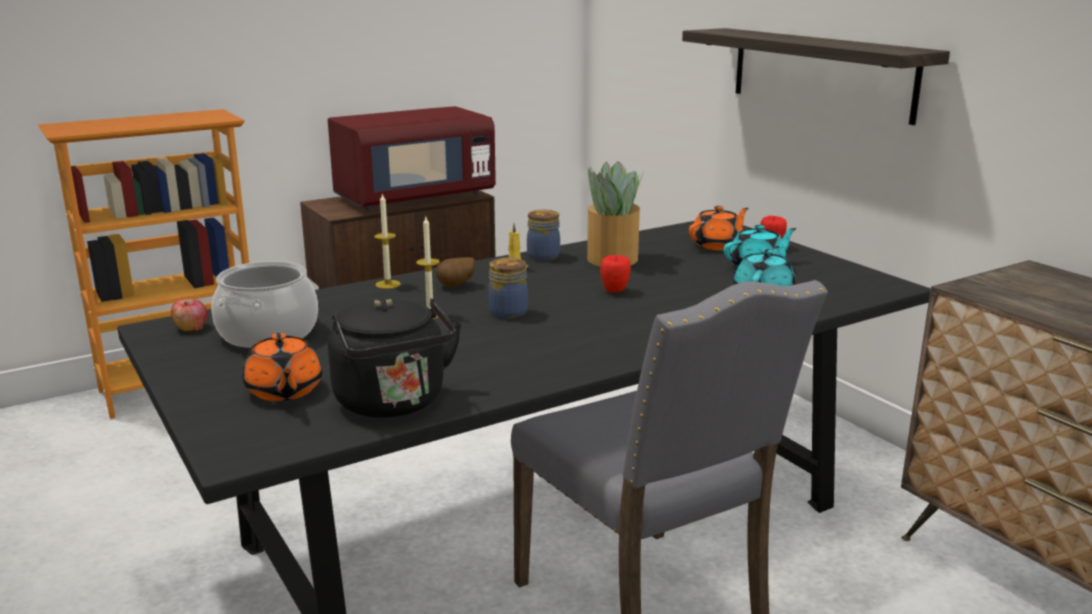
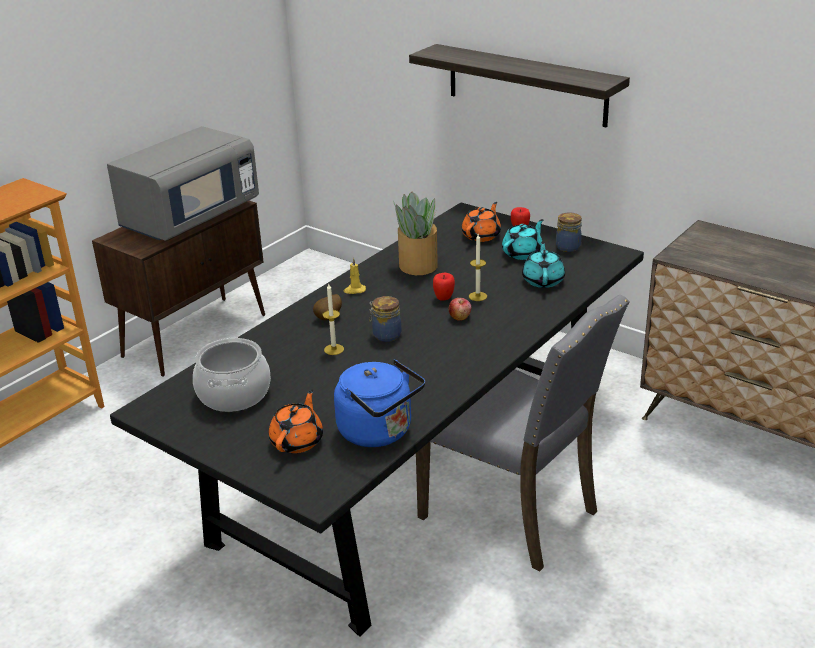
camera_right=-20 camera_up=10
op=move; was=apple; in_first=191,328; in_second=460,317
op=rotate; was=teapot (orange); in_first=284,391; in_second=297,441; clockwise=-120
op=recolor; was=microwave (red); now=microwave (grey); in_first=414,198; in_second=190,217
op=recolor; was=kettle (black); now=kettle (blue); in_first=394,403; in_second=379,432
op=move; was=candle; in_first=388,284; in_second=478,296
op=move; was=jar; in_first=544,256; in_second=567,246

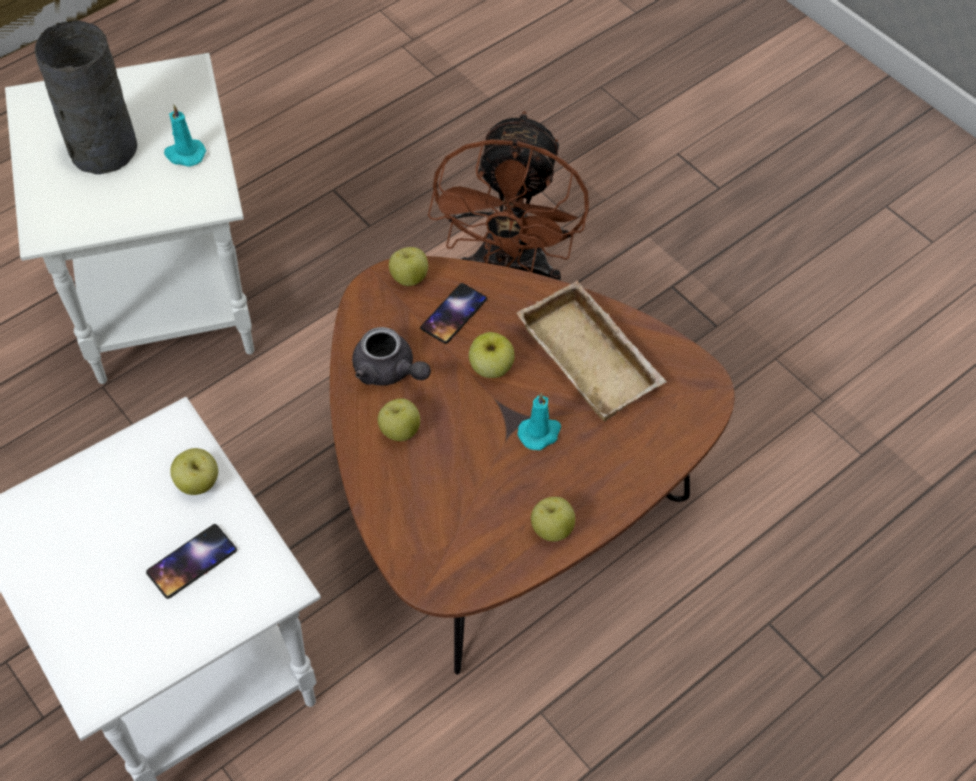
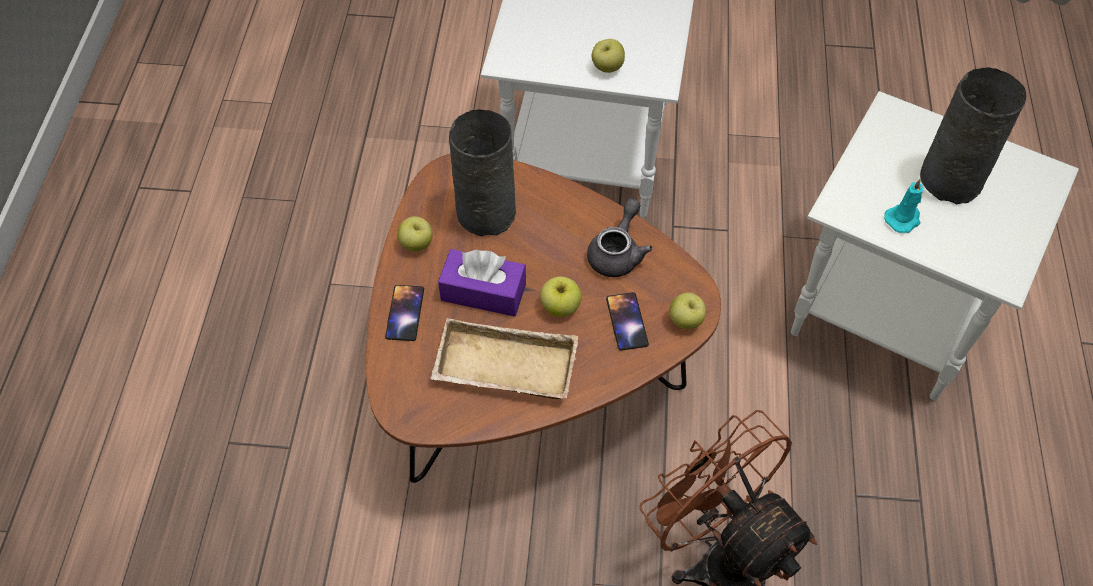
camera_right=135 camera_up=0
op=move; was=phone; in_first=192,561; in_second=404,313
op=rotate; was=teapot (grey); in_first=389,371; in_second=618,252; clockwise=120
op=delete; was=apple; in_first=400,431
op=replace; was=candle (turquoise); now=tissue box (purple); in_first=540,433; in_second=483,292
op=insert; now=vase (grey); in_second=486,212

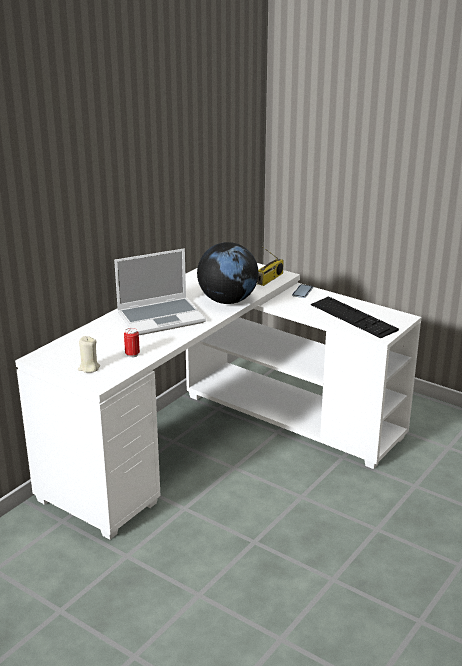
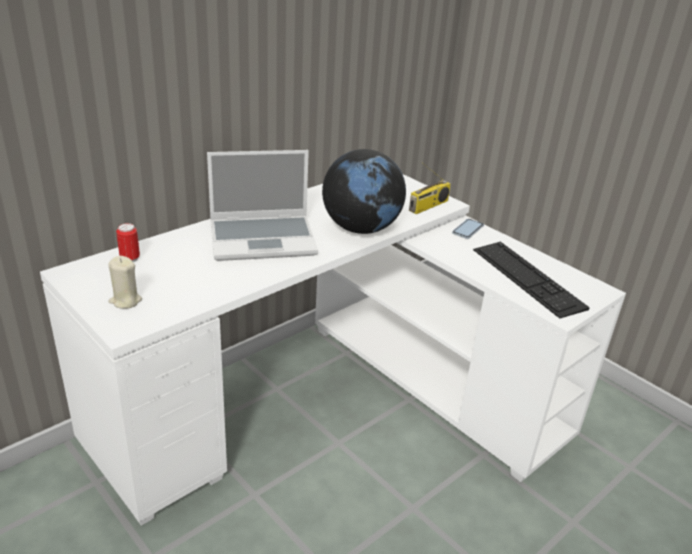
camera_right=10 camera_up=5
op=move; was=can; in_first=132,354; in_second=130,259

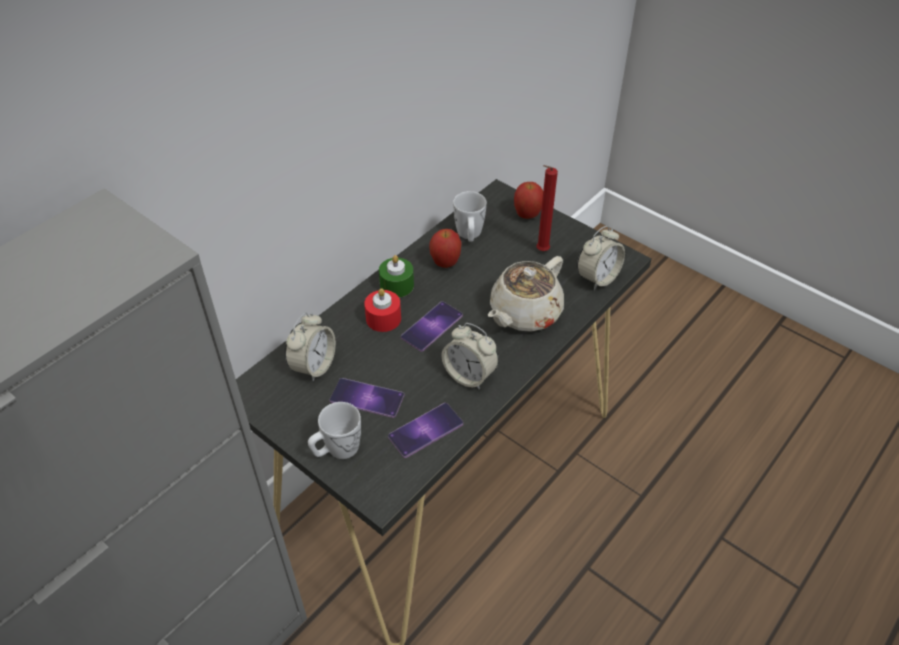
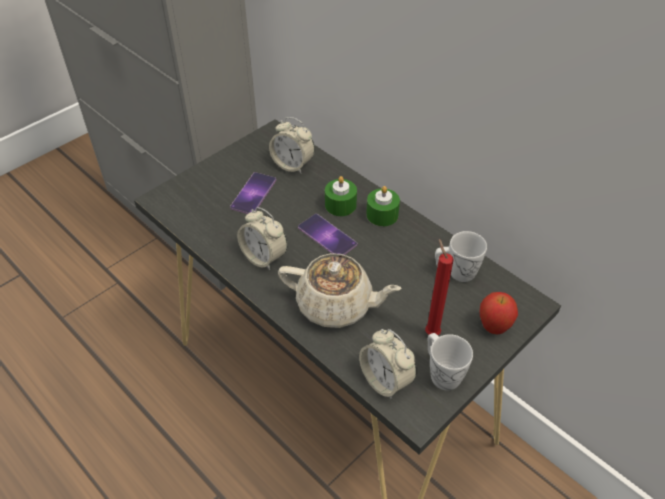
camera_right=95 camera_up=0
op=move; was=mug (white); in_first=337,450; in_second=441,372
op=recolor; was=candle (red); now=candle (green); in_first=383,318; in_second=340,205
op=delete; was=phone; in_first=425,430
op=delete; was=apple; in_first=445,263
op=rotate; was=alarm clock; in_first=469,375; in_second=264,257; clockwise=-90
op=rotate; was=teapot (beige); in_first=524,313; in_second=336,305; clockwise=150

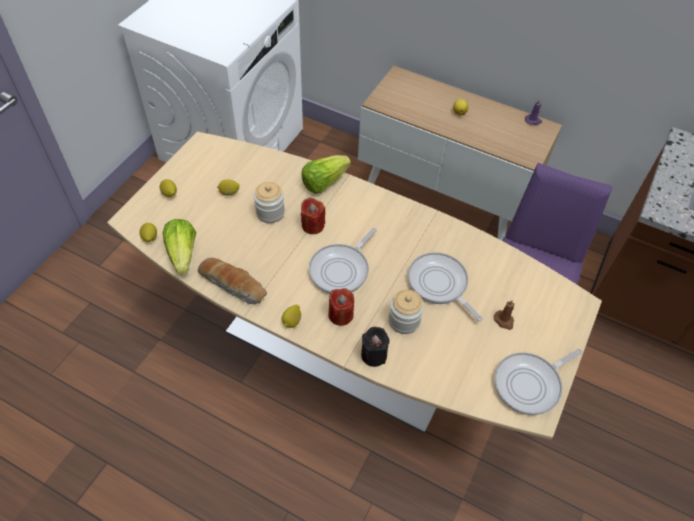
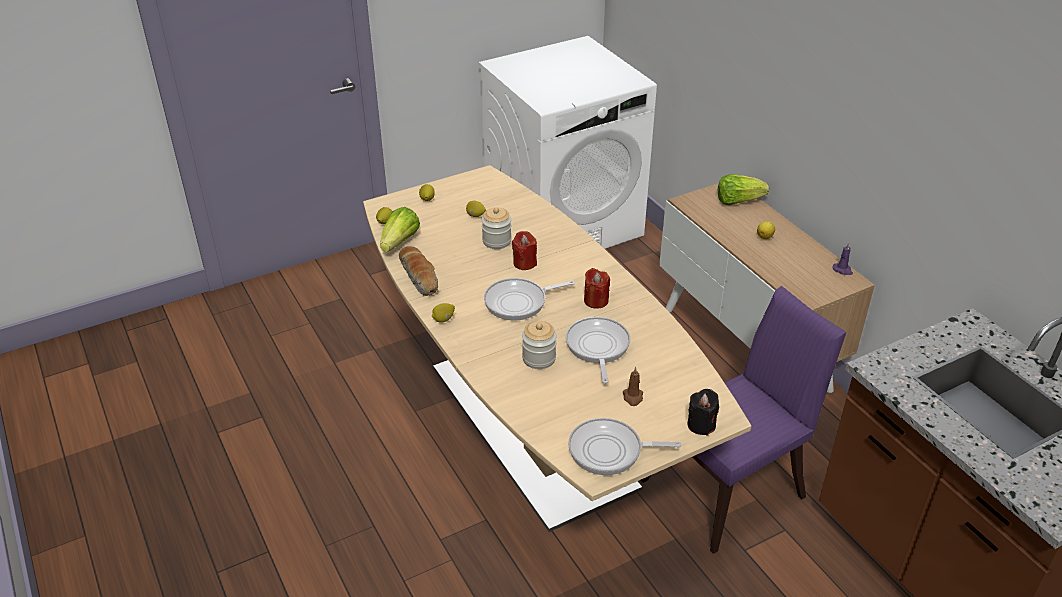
camera_right=35 camera_up=-15
op=move; was=lettuce; in_first=324,182; in_second=738,201
op=move; was=candle (red); in_first=340,315; in_second=596,300
op=move; was=candle (black); in_first=373,355; in_second=701,425

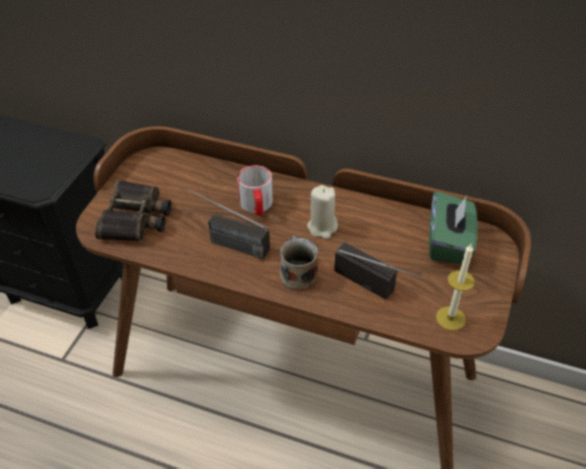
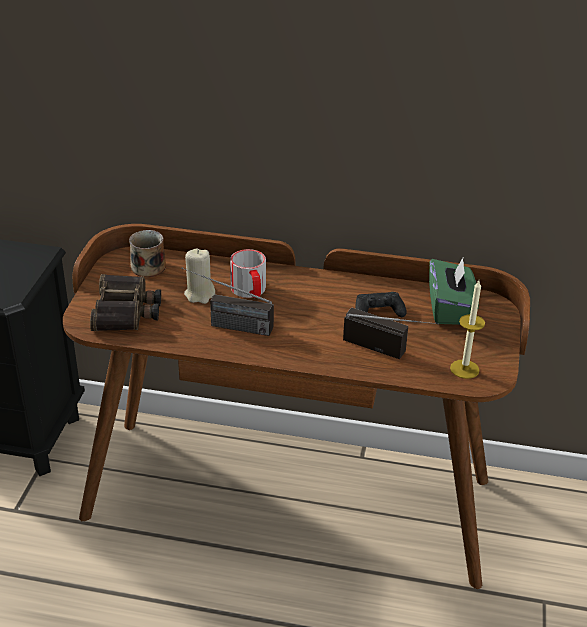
camera_right=-10 camera_up=-10
op=move; was=mug; in_first=297,273; in_second=147,266
op=move; was=candle (beige); in_first=322,227; in_second=200,294
op=insert; now=game controller (black); in_second=378,311

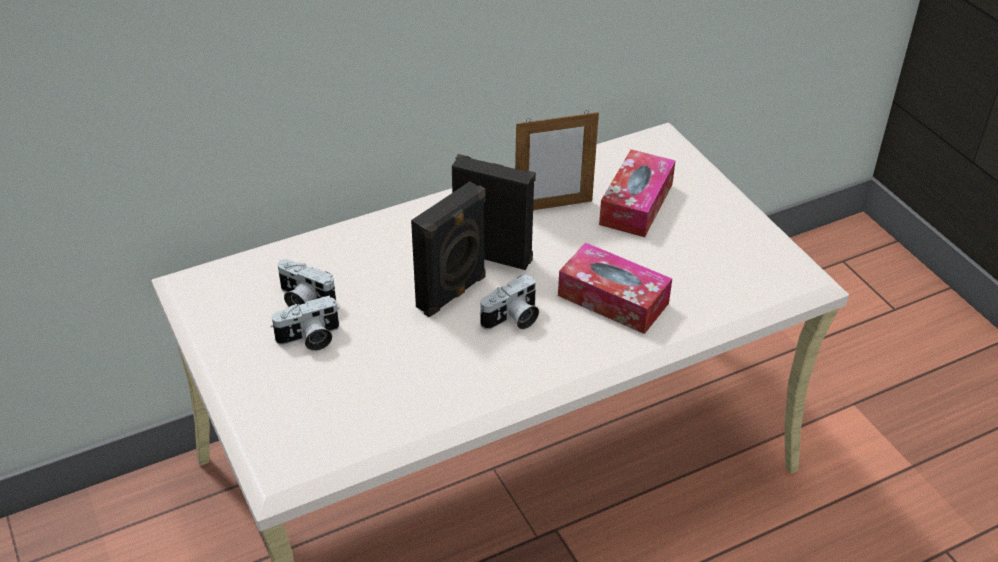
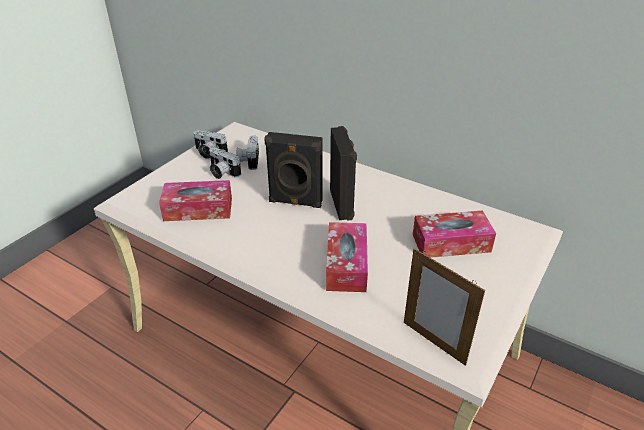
camera_right=60 camera_up=-5
op=move; was=photo camera; in_first=512,319; in_second=209,153
op=move; was=picture frame; in_first=553,206; in_second=433,342
op=insert; now=tissue box; in_second=198,209

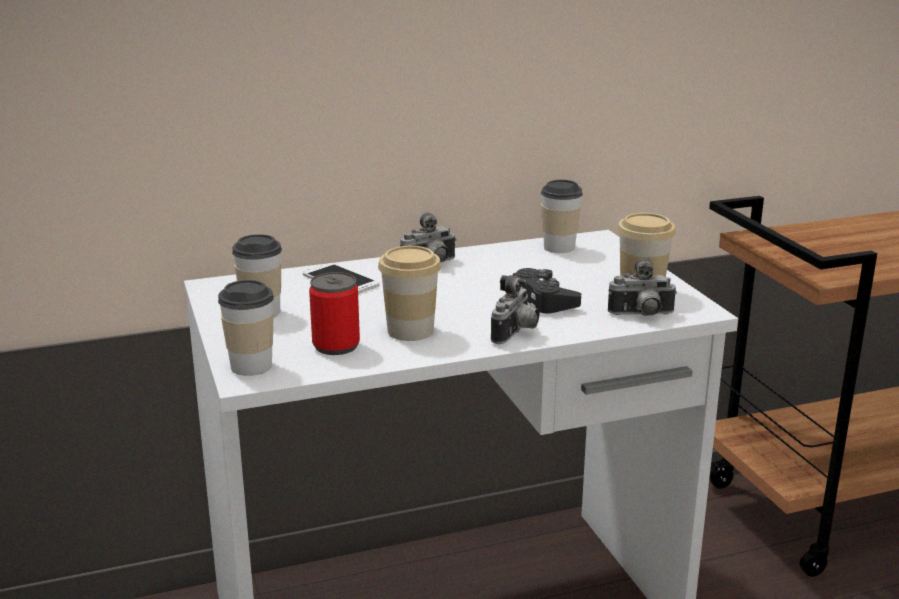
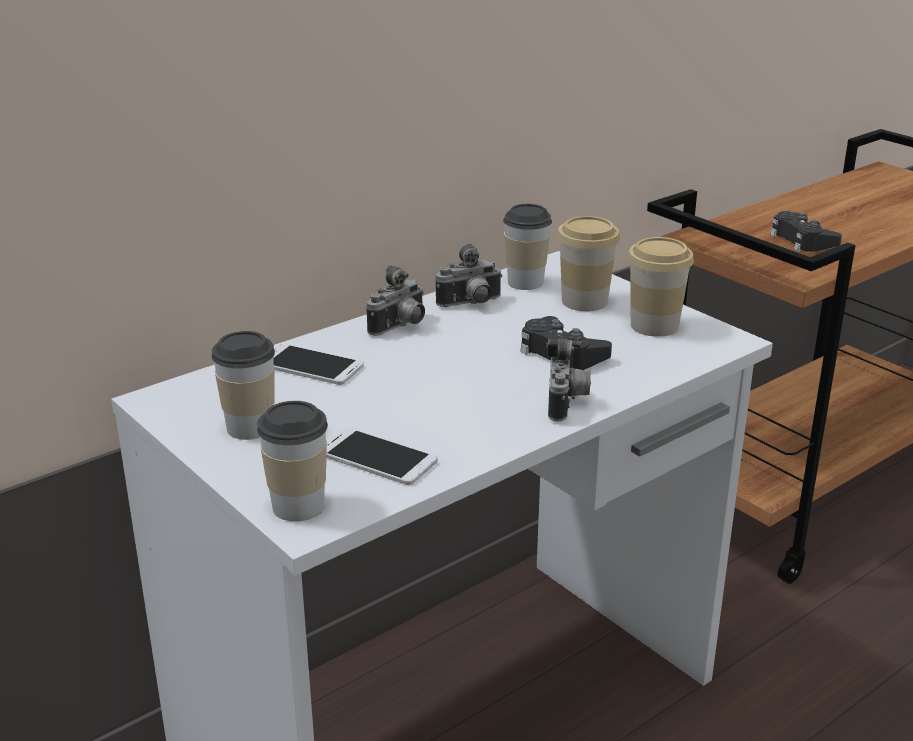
camera_right=-20 camera_up=5
op=replace; was=can; now=phone; in_first=336,346; in_second=378,458
op=move; was=cup; in_first=410,331; in_second=584,301
op=move; was=photo camera; in_first=641,315; in_second=471,304
op=insert; now=game controller (black); in_second=802,240

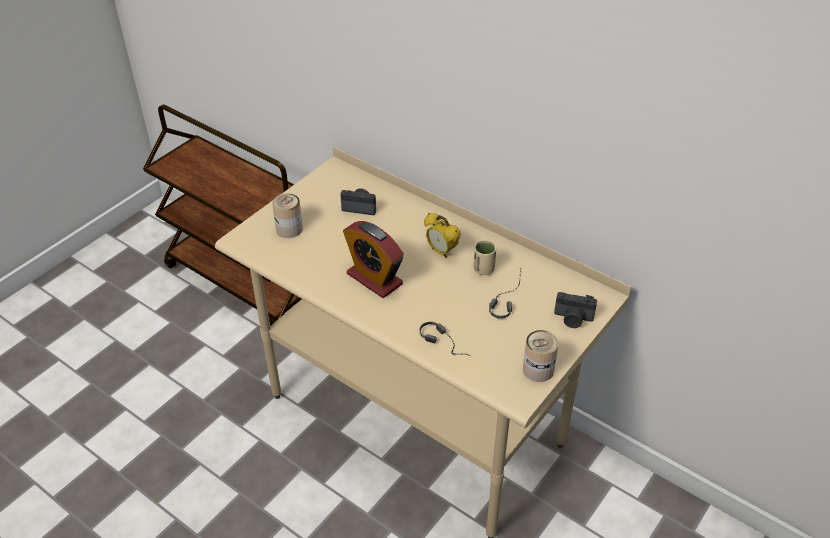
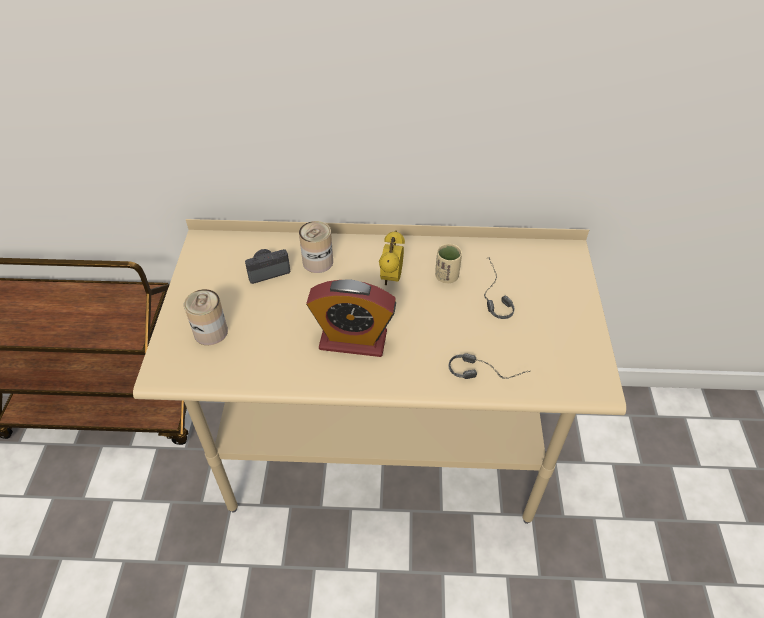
camera_right=-35 camera_up=5
op=rotate; was=alarm clock; in_first=441,251; in_second=391,278; clockwise=90
op=move; was=can; in_first=538,369; in_second=318,262
op=delete; was=photo camera; in_first=573,319

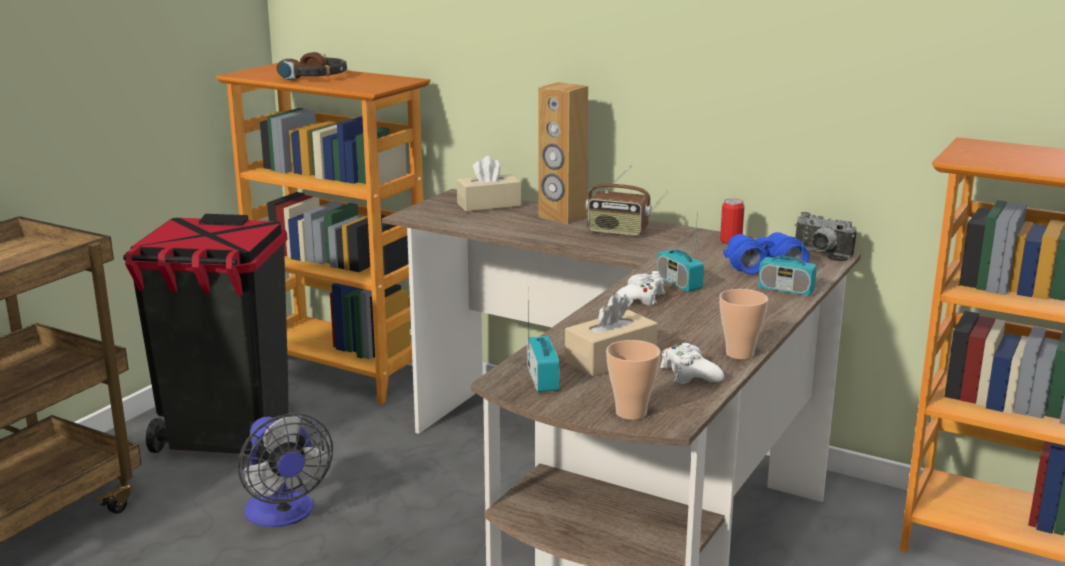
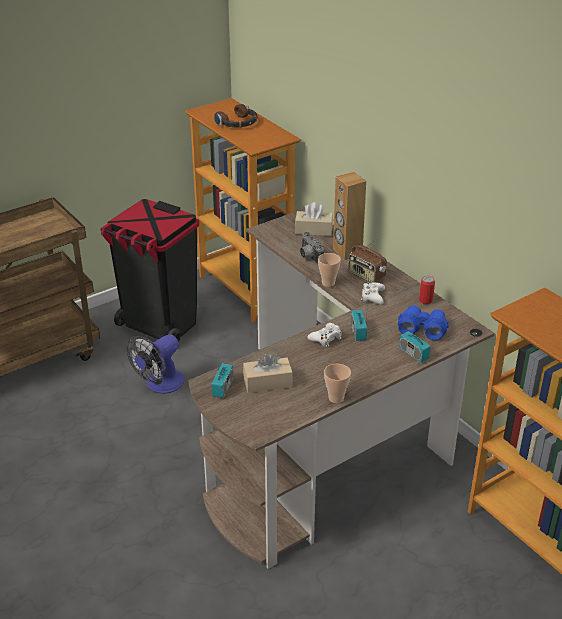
camera_right=25 camera_up=15
op=rotate; was=fan; in_first=283,515; in_second=160,385; clockwise=45
op=move; was=cup; in_first=631,413; in_second=328,283
op=move; was=game controller (white); in_first=689,373; in_second=372,296
op=move; was=photo camera; in_first=820,253; in_second=308,257

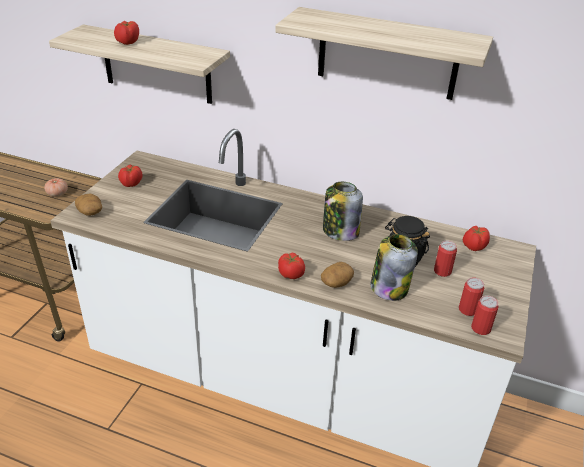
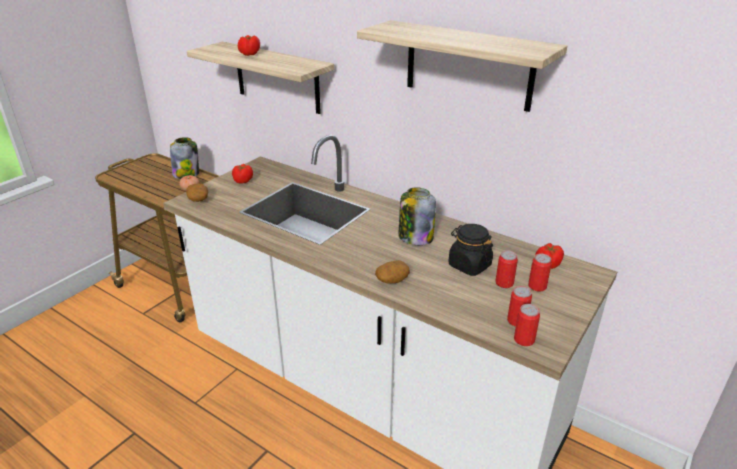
camera_right=15 camera_up=-5
op=delete; was=tomato; in_first=291,274
op=move; was=jar; in_first=389,287; in_second=186,174
op=insert; now=can; in_second=537,286

